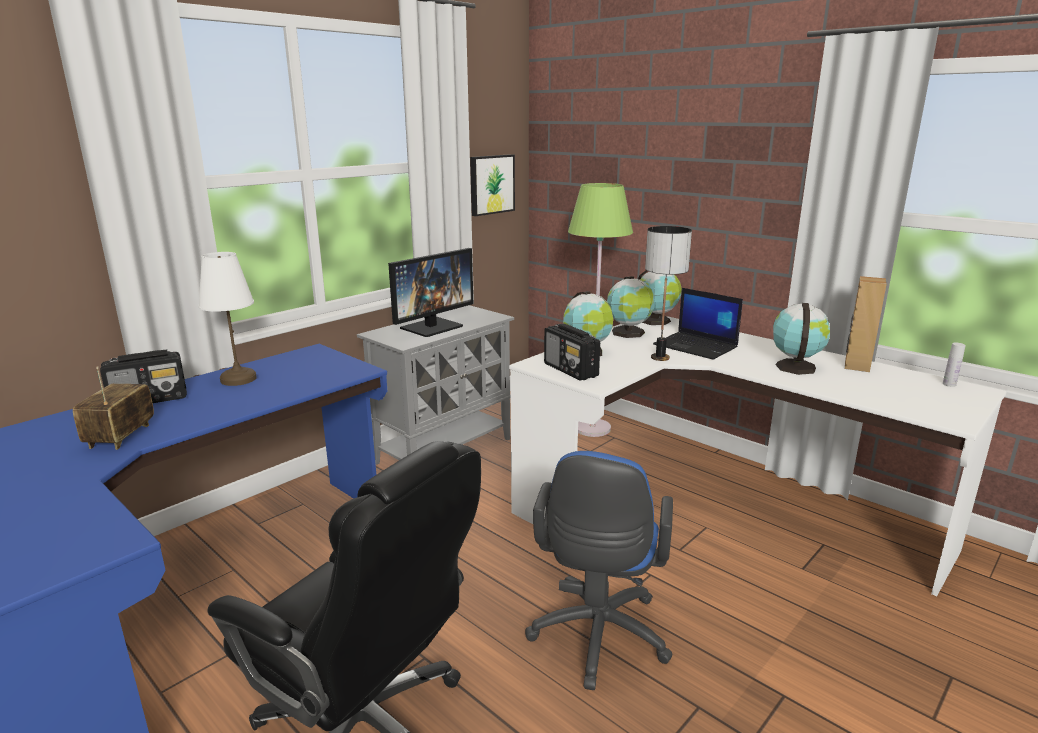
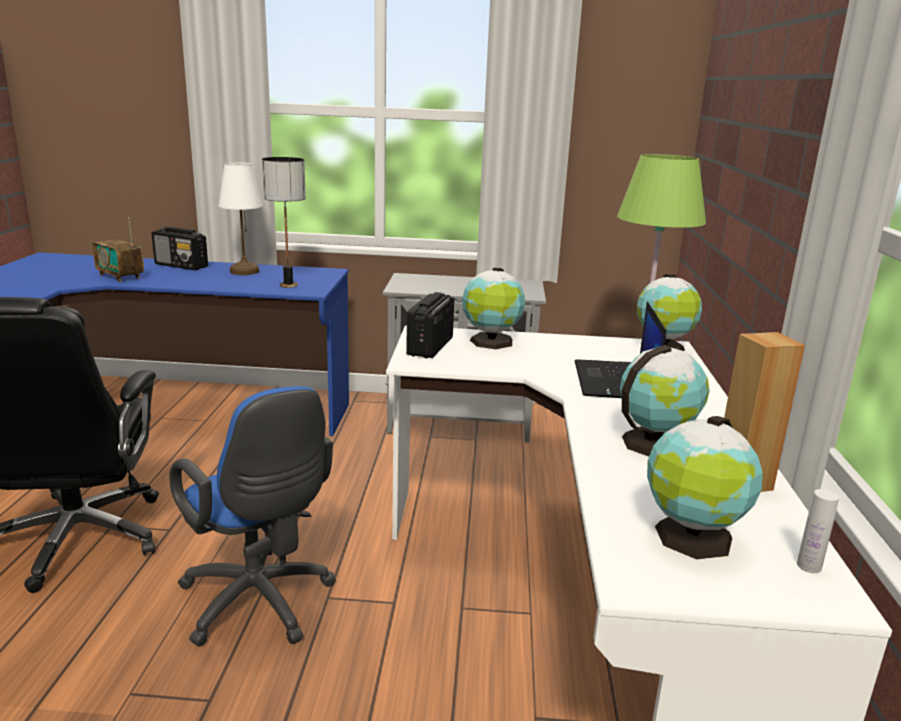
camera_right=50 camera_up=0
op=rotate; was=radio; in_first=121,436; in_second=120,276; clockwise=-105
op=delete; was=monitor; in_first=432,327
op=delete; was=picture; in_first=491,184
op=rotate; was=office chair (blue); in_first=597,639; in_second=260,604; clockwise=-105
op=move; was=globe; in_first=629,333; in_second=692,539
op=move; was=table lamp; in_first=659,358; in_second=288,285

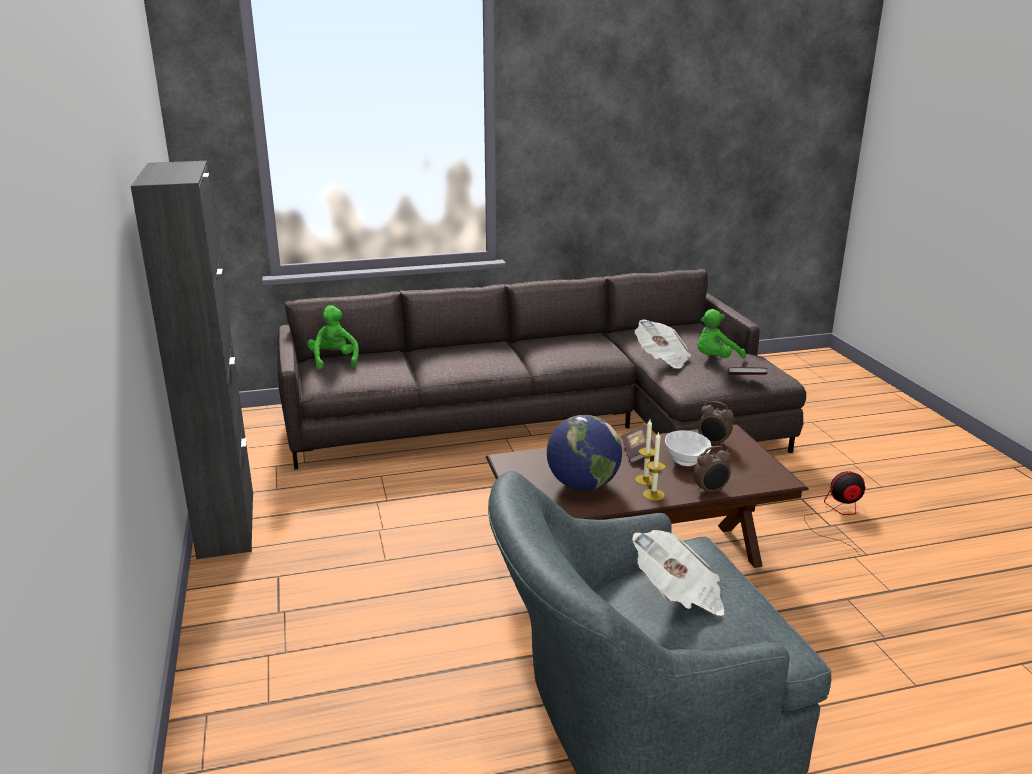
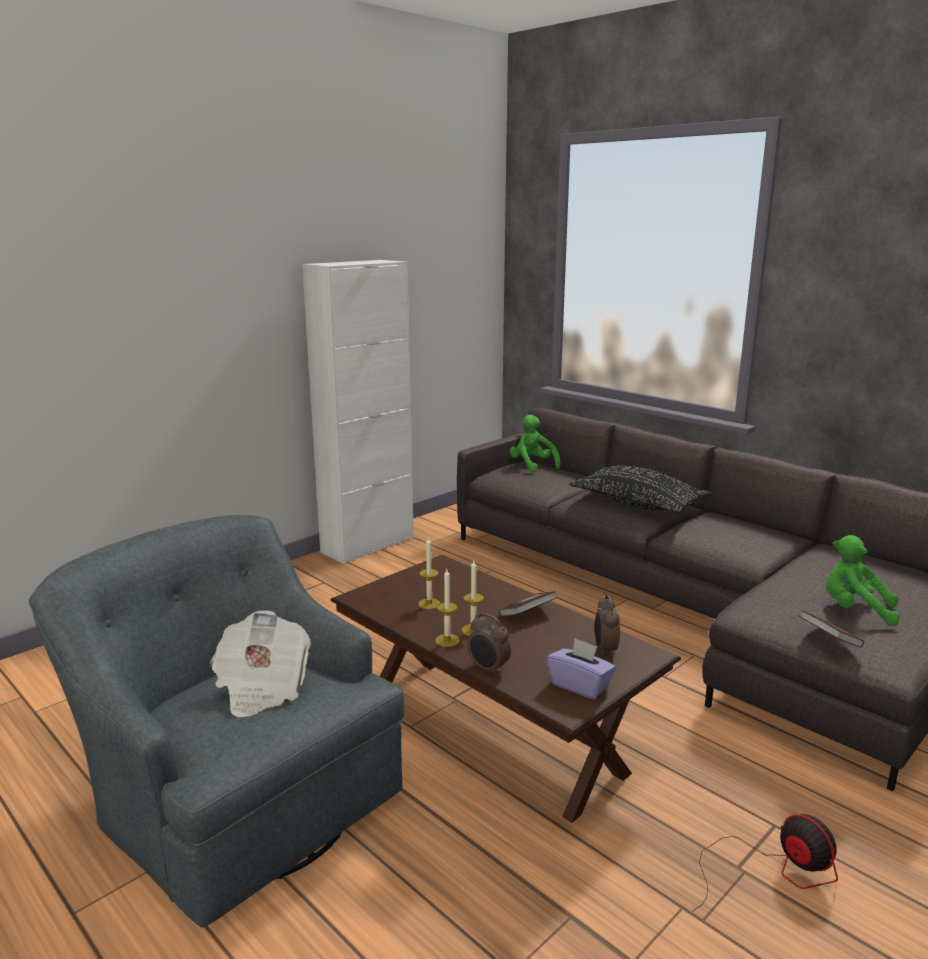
camera_right=60 camera_up=-5
op=recolor; was=cabinet (black); now=cabinet (white); in_first=226,524; in_second=367,545
op=rotate; was=plush toy (green); in_first=334,361; in_second=532,465; clockwise=-75
op=replace; was=globe; now=candle; in_first=582,485; in_second=429,604
op=delete; was=newspaper; in_first=662,358
op=delete; was=bowl (white); in_first=686,461
op=insert; now=tissue box (purple); in_second=580,685
op=insert; now=pillow (black); in_second=638,504

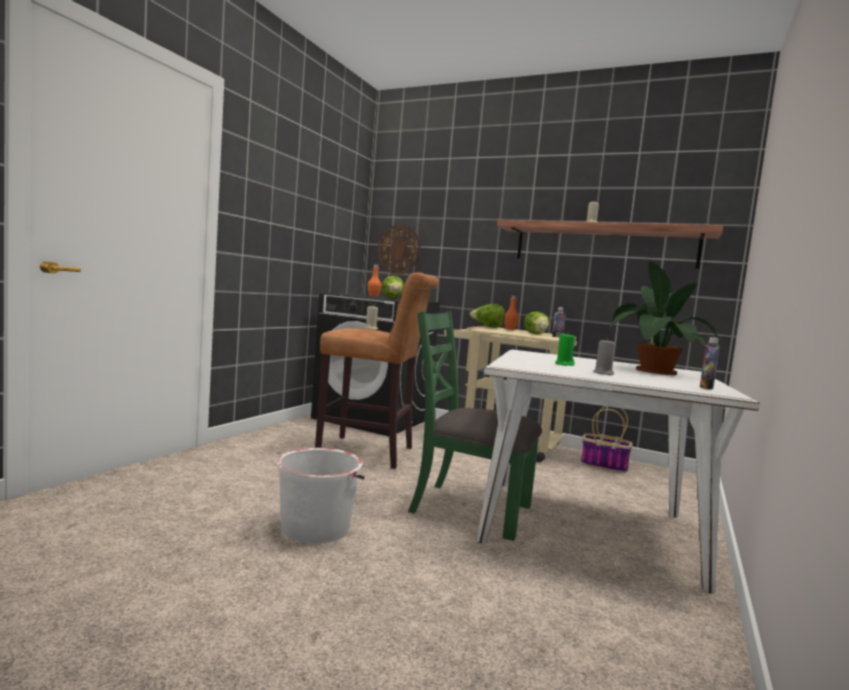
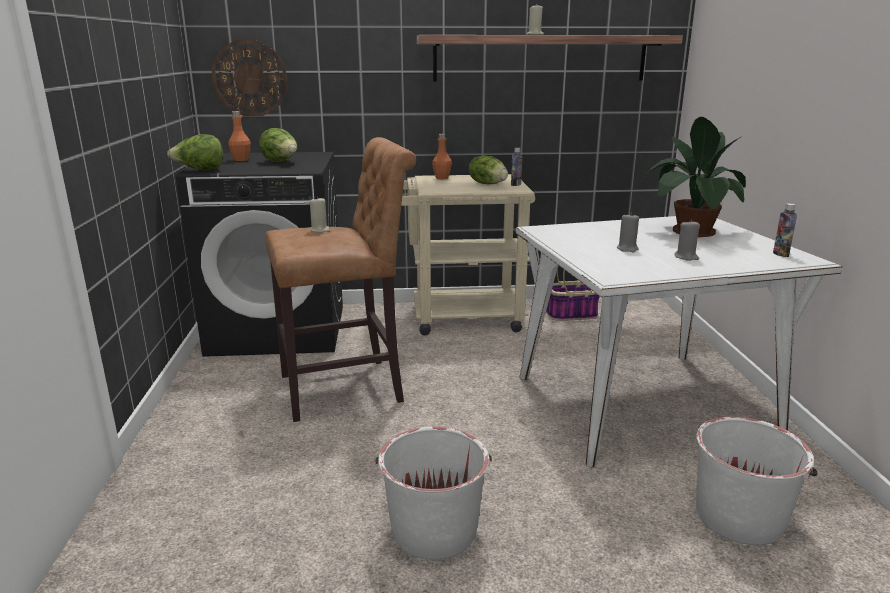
camera_right=-30 camera_up=15
op=delete; was=chair (green); in_first=469,508
op=move; was=lettuce; in_first=487,327; in_second=200,170
op=recolor; was=candle (green); now=candle (grey); in_first=564,364; in_second=627,249
op=insert; now=bucket (white); in_second=739,516

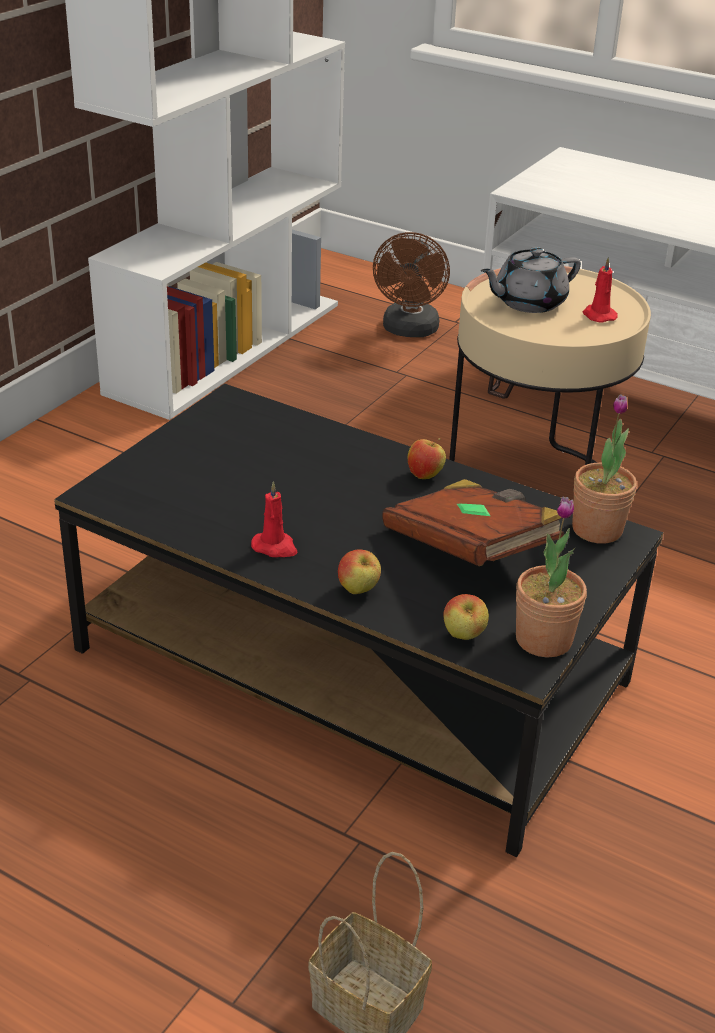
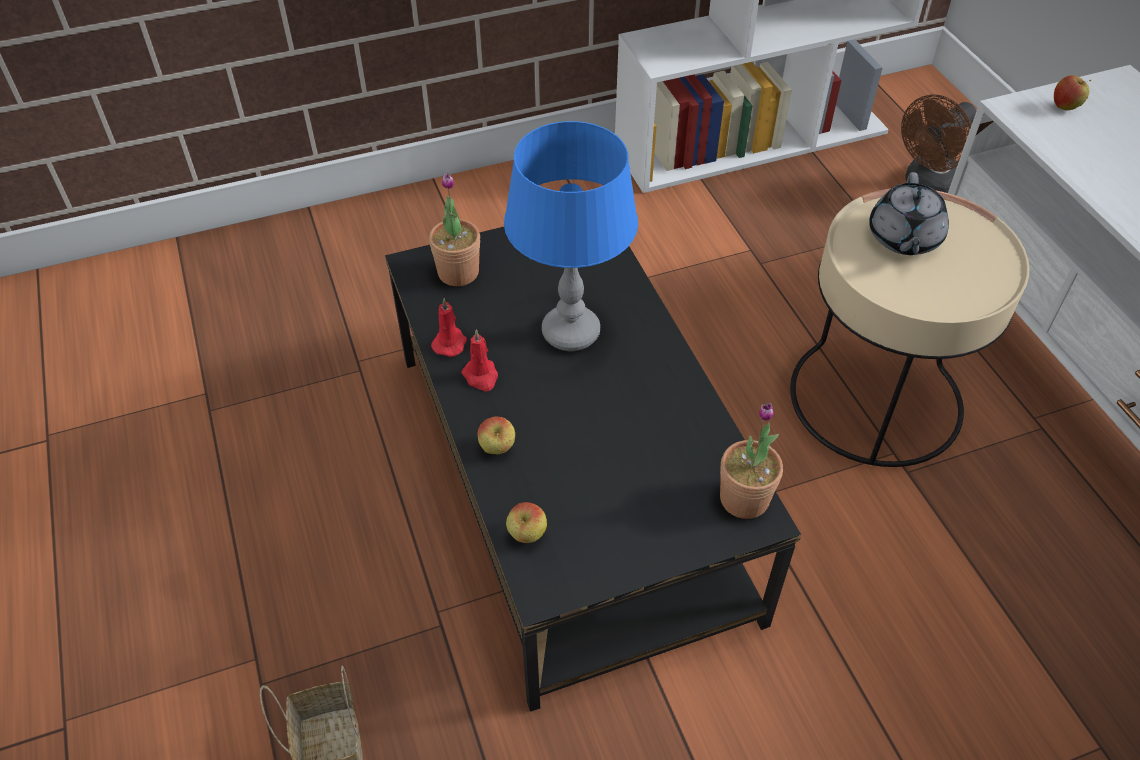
camera_right=40 camera_up=15
op=delete; was=book (brown); in_first=470,550
op=move; was=apple; in_first=425,475; in_second=1065,107
op=rotate; was=teapot (grey); in_first=528,302; in_second=903,238; clockwise=-90
op=move; was=potted plant; in_first=543,640; in_second=458,272
op=move; was=candle (red); in_first=598,315; in_second=450,343
op=insert; now=table lamp (blue); in_second=570,333

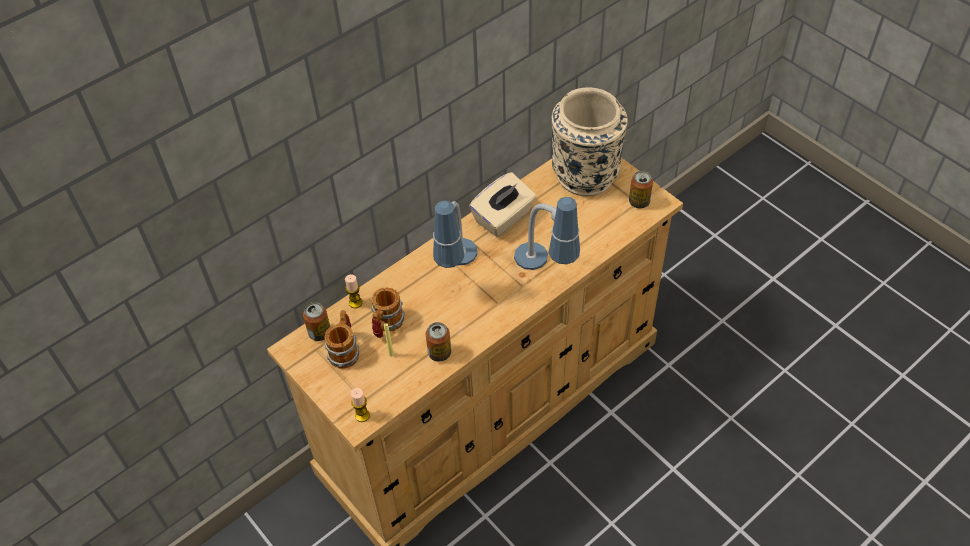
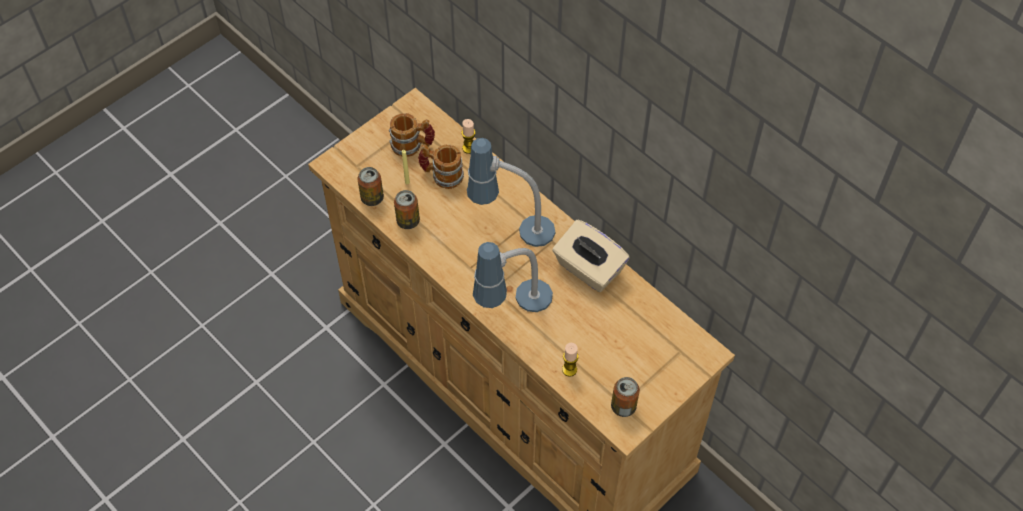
camera_right=85 camera_up=5
op=move; was=can; in_first=320,333; in_second=372,198
op=move; was=candle; in_first=362,415; in_second=569,369
op=delete; was=vase (beige); in_first=585,174

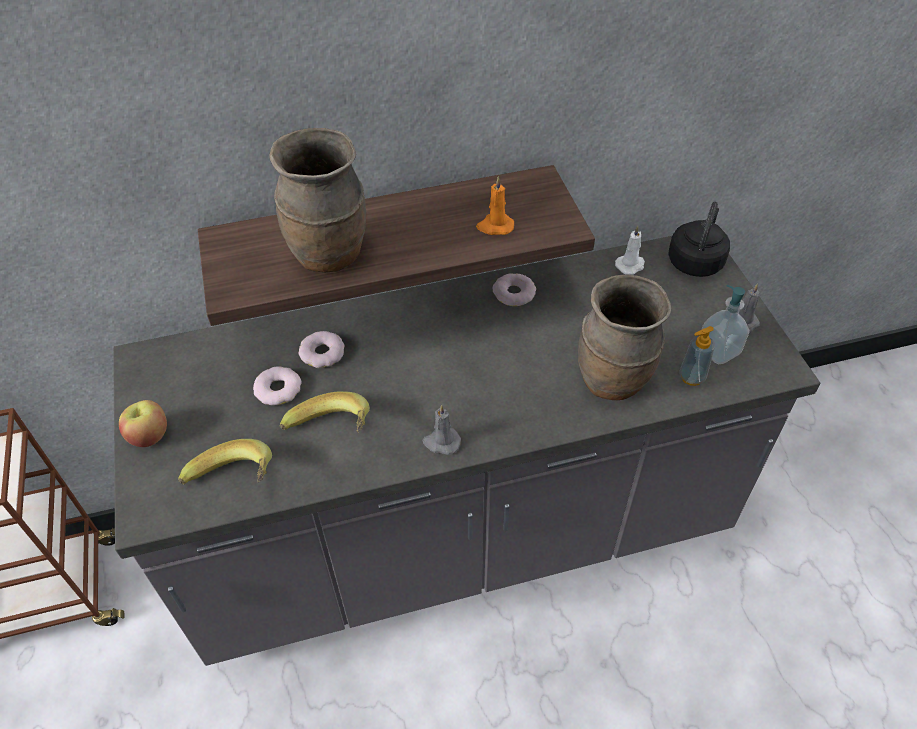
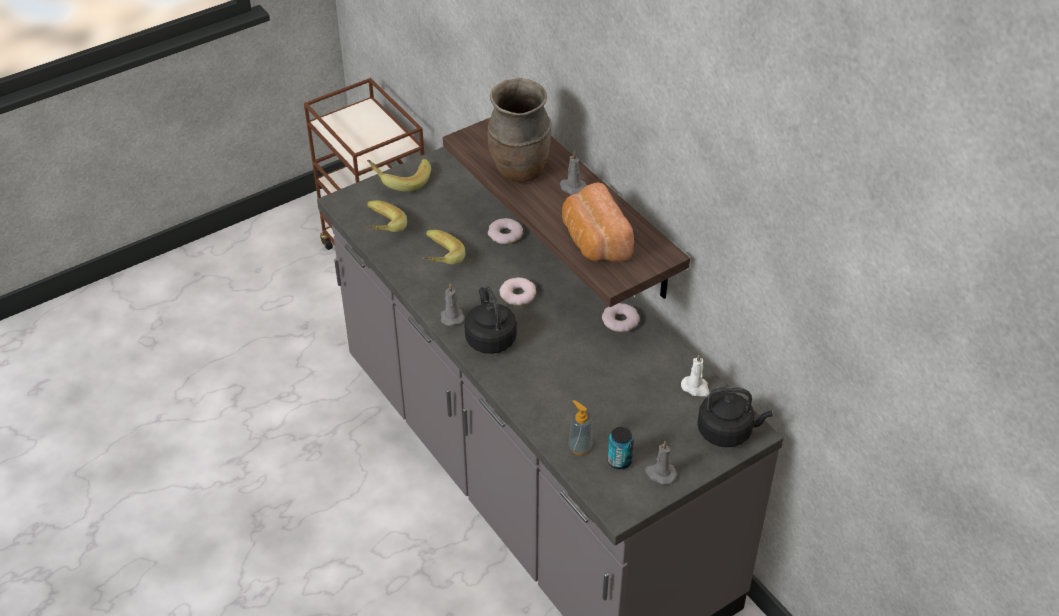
camera_right=70 camera_up=-5
op=replace; was=apple; now=banana; in_first=149,435; in_second=400,180
op=move; was=donut; in_first=278,389; in_second=518,295
op=replace; was=candle (orange); now=bread; in_first=495,226; in_second=593,241
op=delete; was=vase (brown); in_first=613,382
op=replace; was=soap dispenser; now=can; in_first=718,350; in_second=619,461
op=insert; now=kettle (black); in_second=490,338
op=insert; now=candle (grey); in_second=572,187

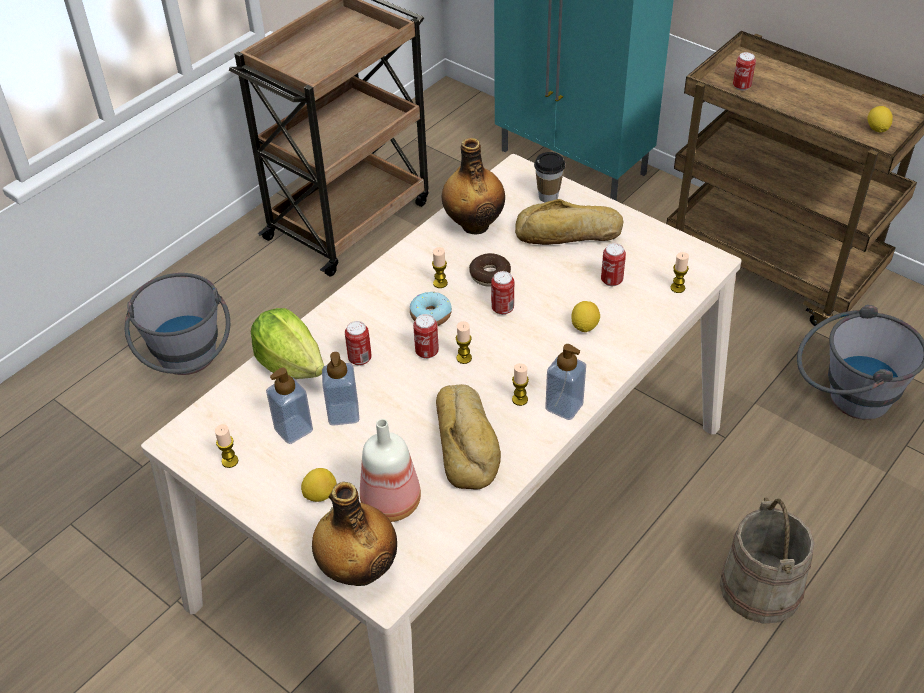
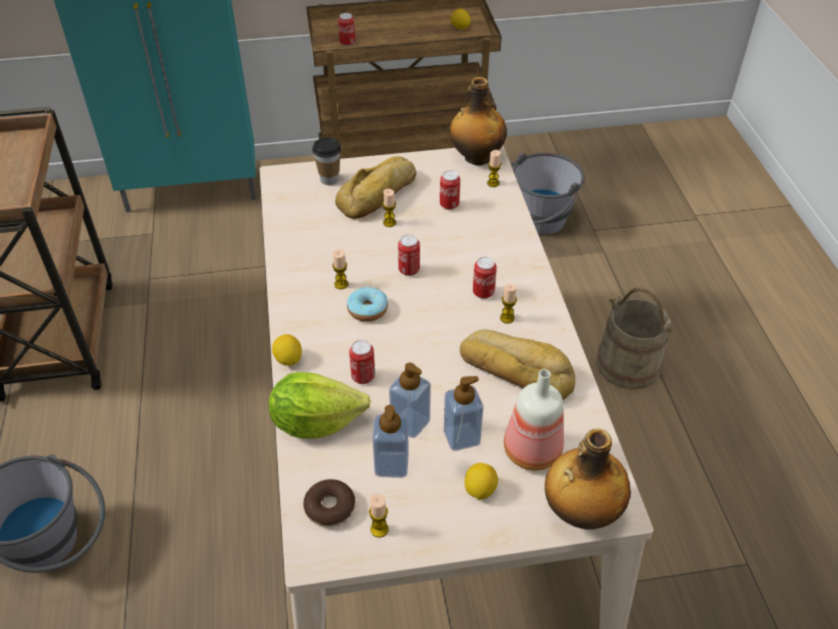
camera_right=-50 camera_up=0
op=move; was=can; in_first=427,352; in_second=483,293
op=move; was=bottle; in_first=474,224; in_second=476,158
op=move; was=candle; in_first=464,358; in_second=389,222
op=move; was=donut; in_first=490,275; in_second=330,507
op=move; was=soap dispenser; in_first=564,406; in_second=461,437
op=move; was=lemon; in_first=584,326; in_second=288,359

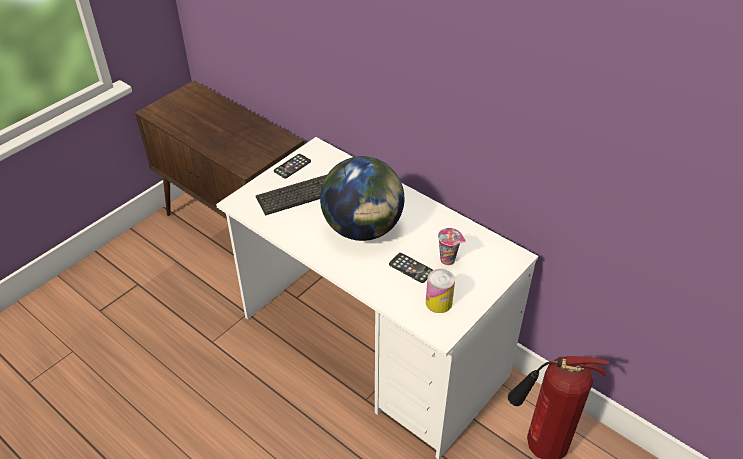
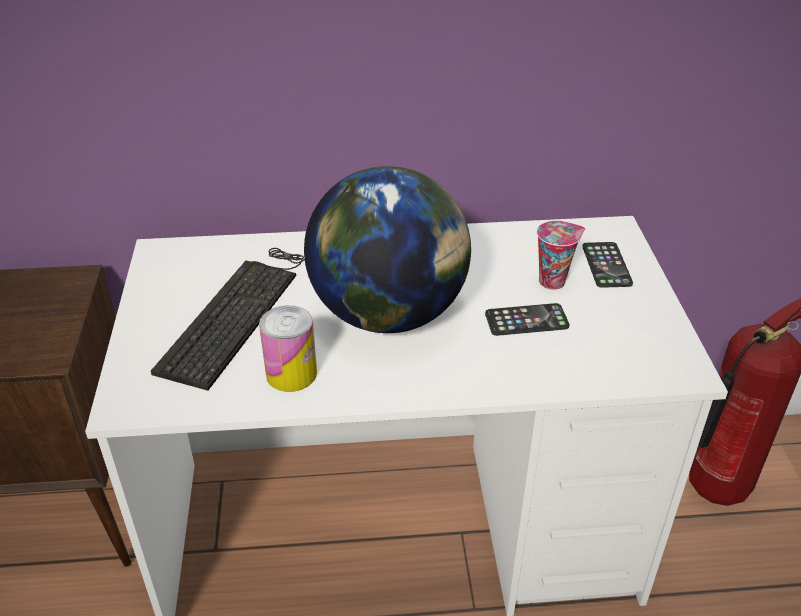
camera_right=-45 camera_up=-5
op=move; was=phone; in_first=292,166; in_second=606,265
op=move; was=can; in_first=438,302; in_second=291,373

